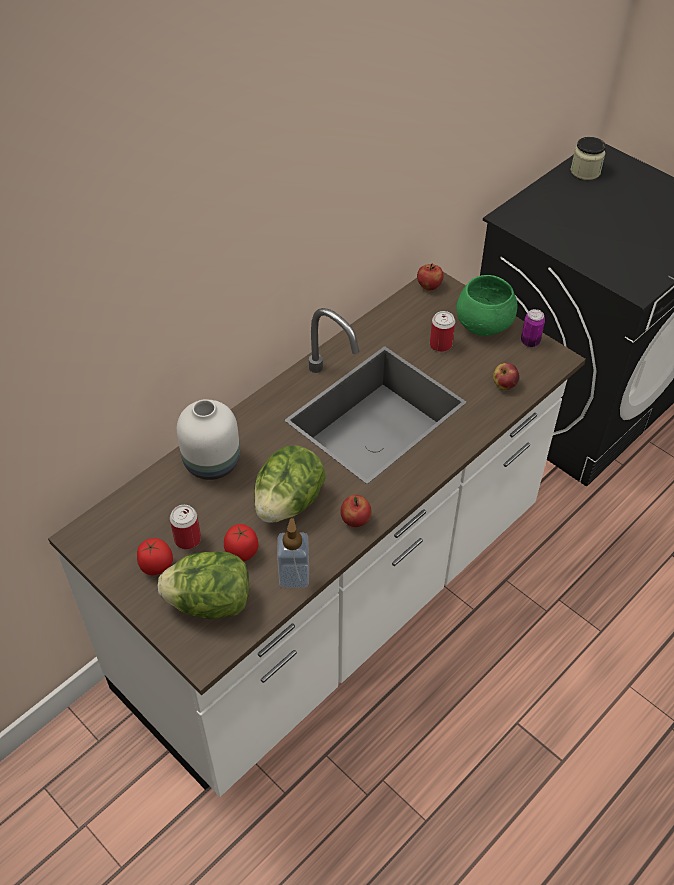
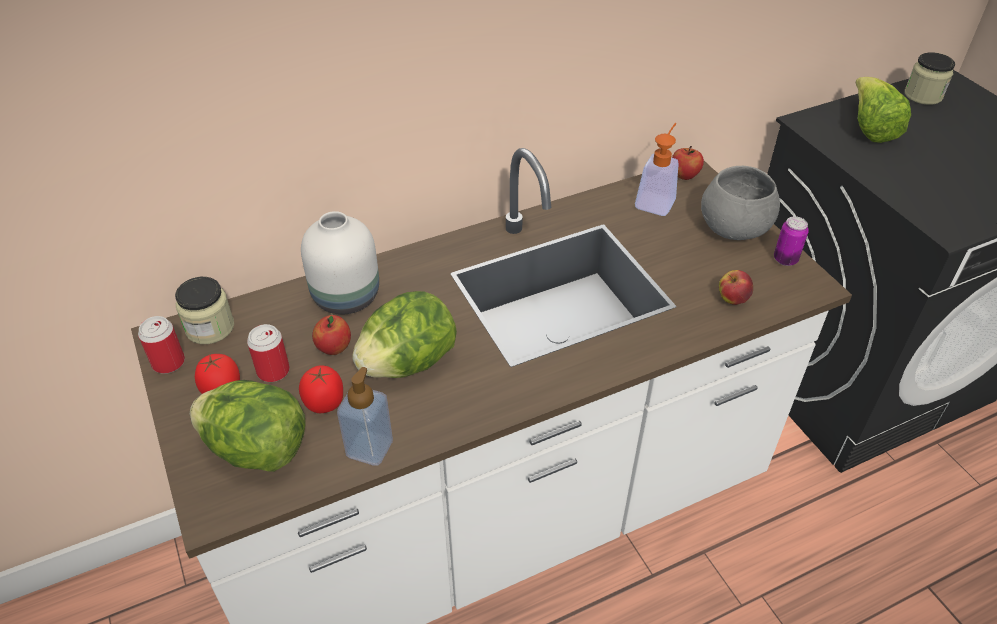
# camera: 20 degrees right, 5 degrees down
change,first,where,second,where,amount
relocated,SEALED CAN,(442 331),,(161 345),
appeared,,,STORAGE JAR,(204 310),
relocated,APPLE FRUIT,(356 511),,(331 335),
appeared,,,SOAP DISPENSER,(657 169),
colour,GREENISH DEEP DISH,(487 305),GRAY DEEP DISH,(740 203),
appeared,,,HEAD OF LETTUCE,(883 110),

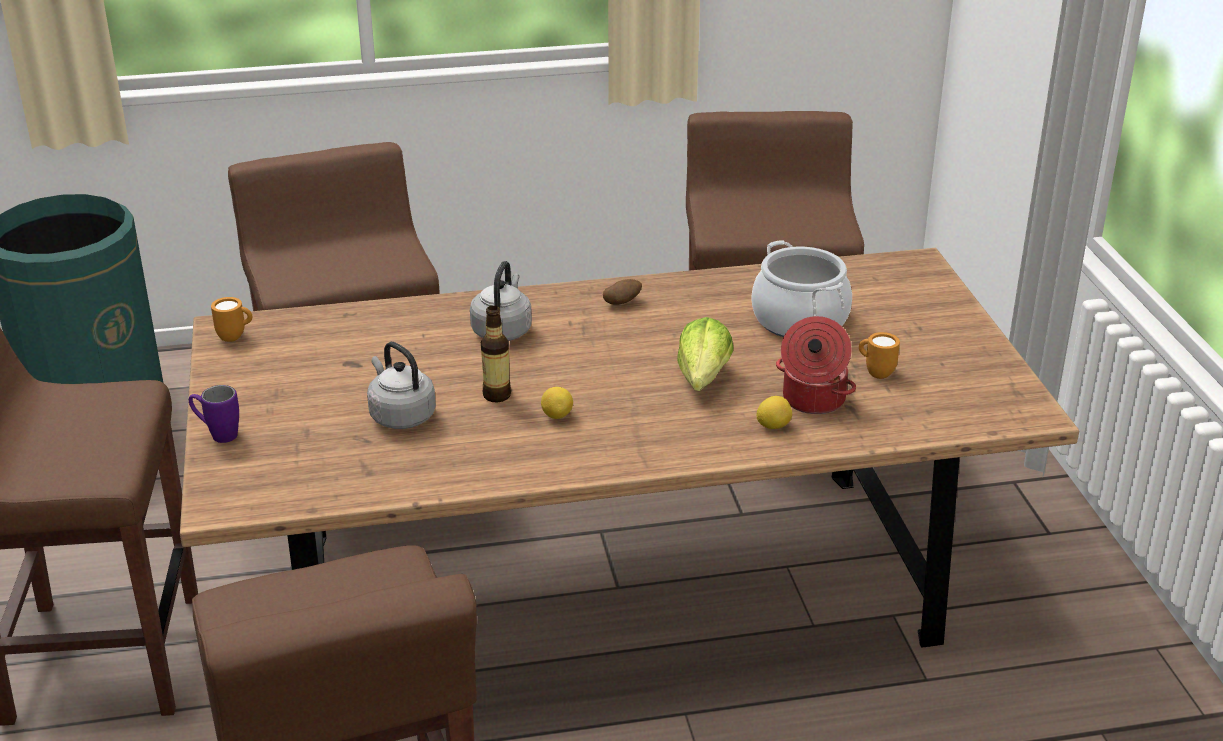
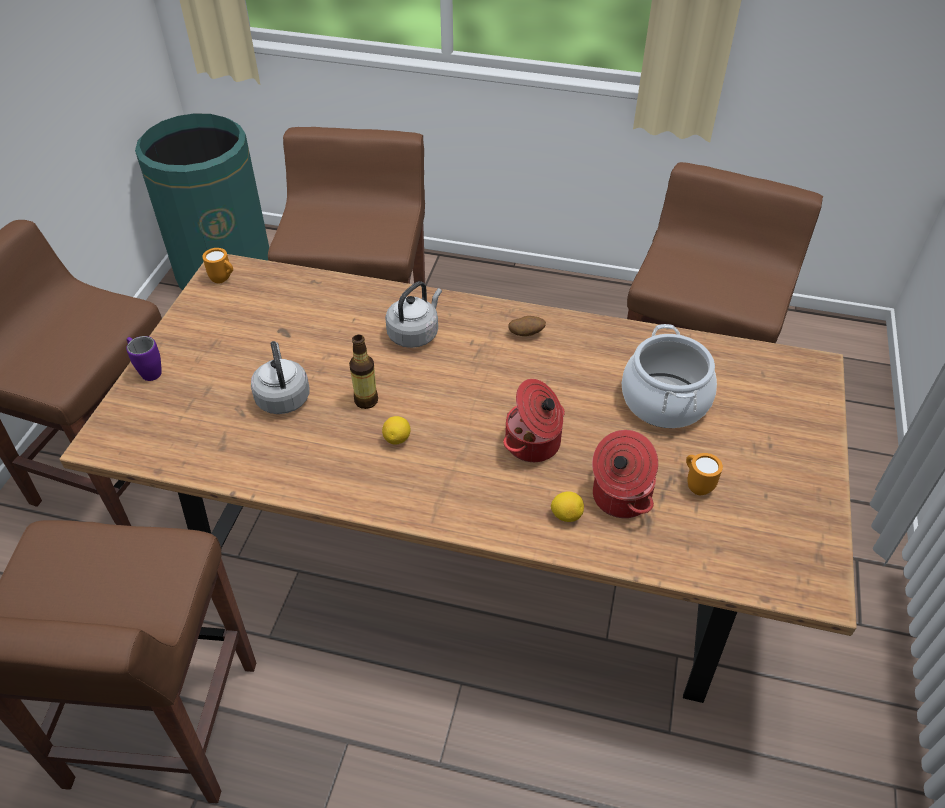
# camera: 25 degrees right, 15 degrees up
change,first,where,second,where,amount
exchanged,HEAD OF LETTUCE,(705 354),STOCKPOT,(534 420),

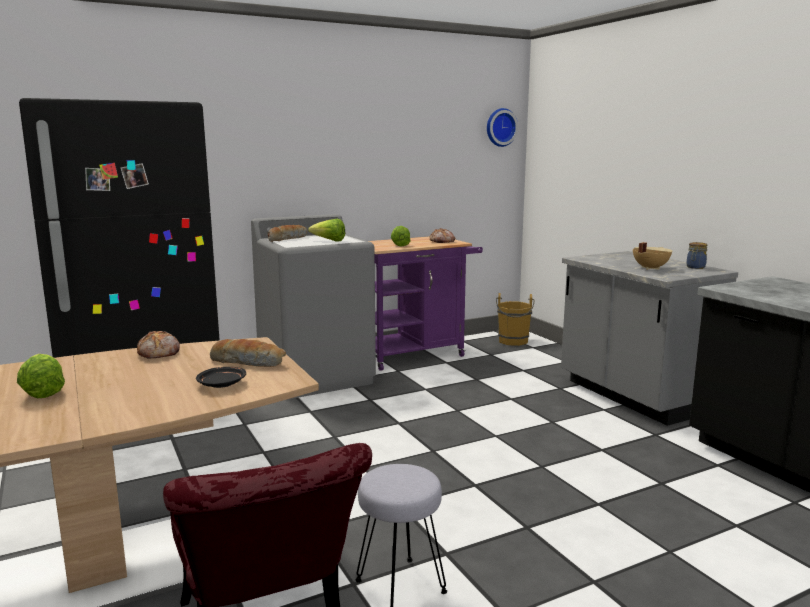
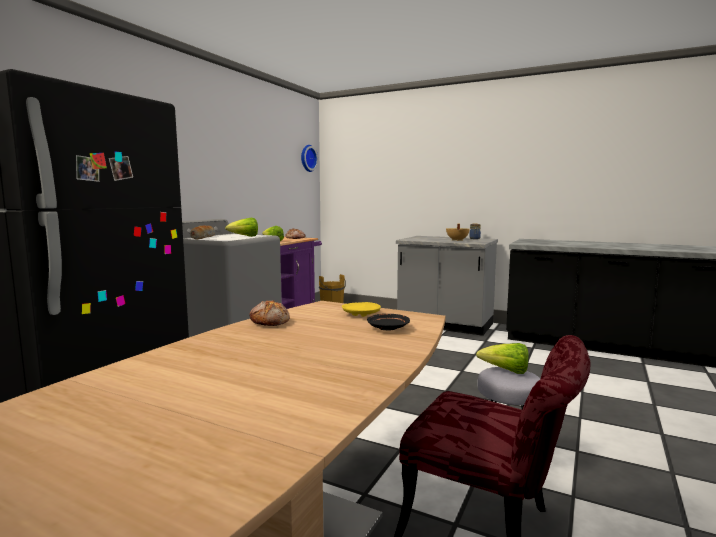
# camera: 35 degrees left, 5 degrees down
change,first,where,second,where,amount
exchanged,BAKED BREAD,(248 353),YELLOW-COLOURED DINNER PLATE,(361 309),
relocated,HEAD OF LETTUCE,(41 376),,(502 358),

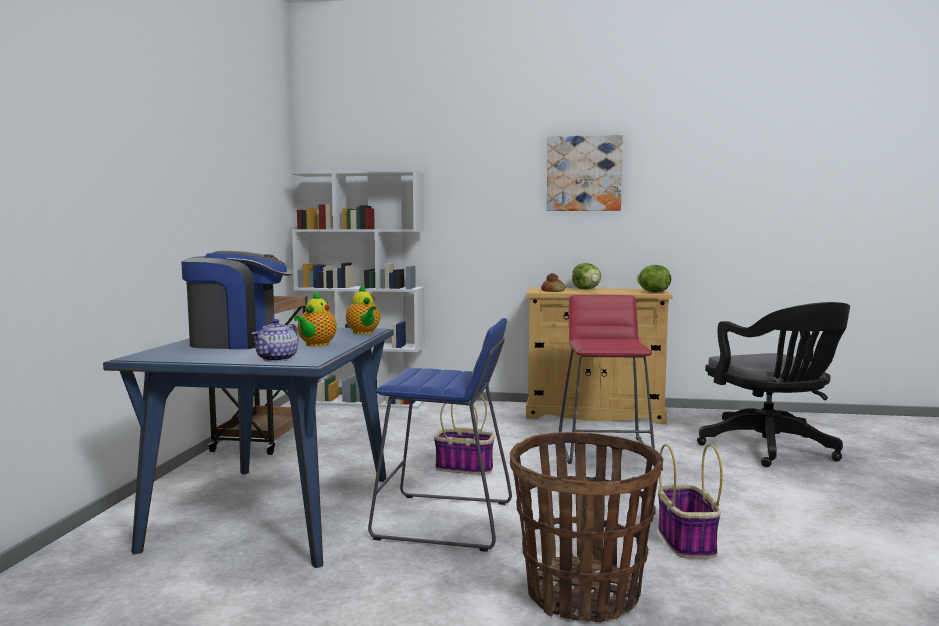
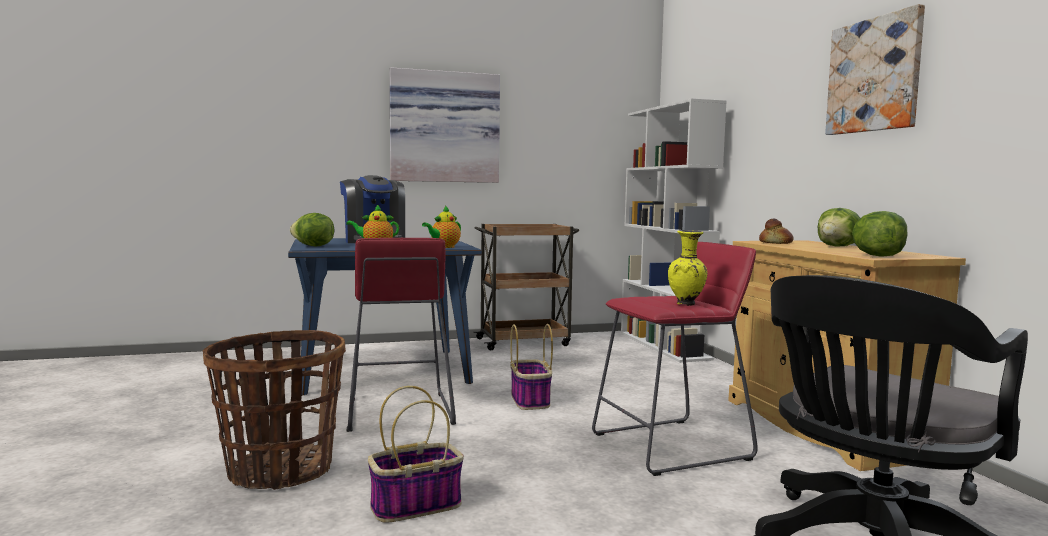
# camera: 65 degrees right, 0 degrees up
change,first,where,second,where,amount
exchanged,POT FOR TEA,(275 340),HEAD OF LETTUCE,(312 230),
colour,BLUE-COLOURED SITTING STOOL,(440 435),RED-COLOURED SITTING STOOL,(401 335),
appeared,,,WALL ART,(444 125),
appeared,,,YELLOW-COLOURED FLOWER VASE,(687 268),

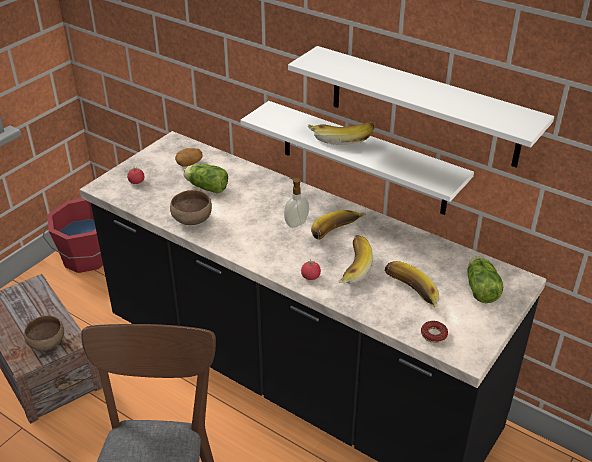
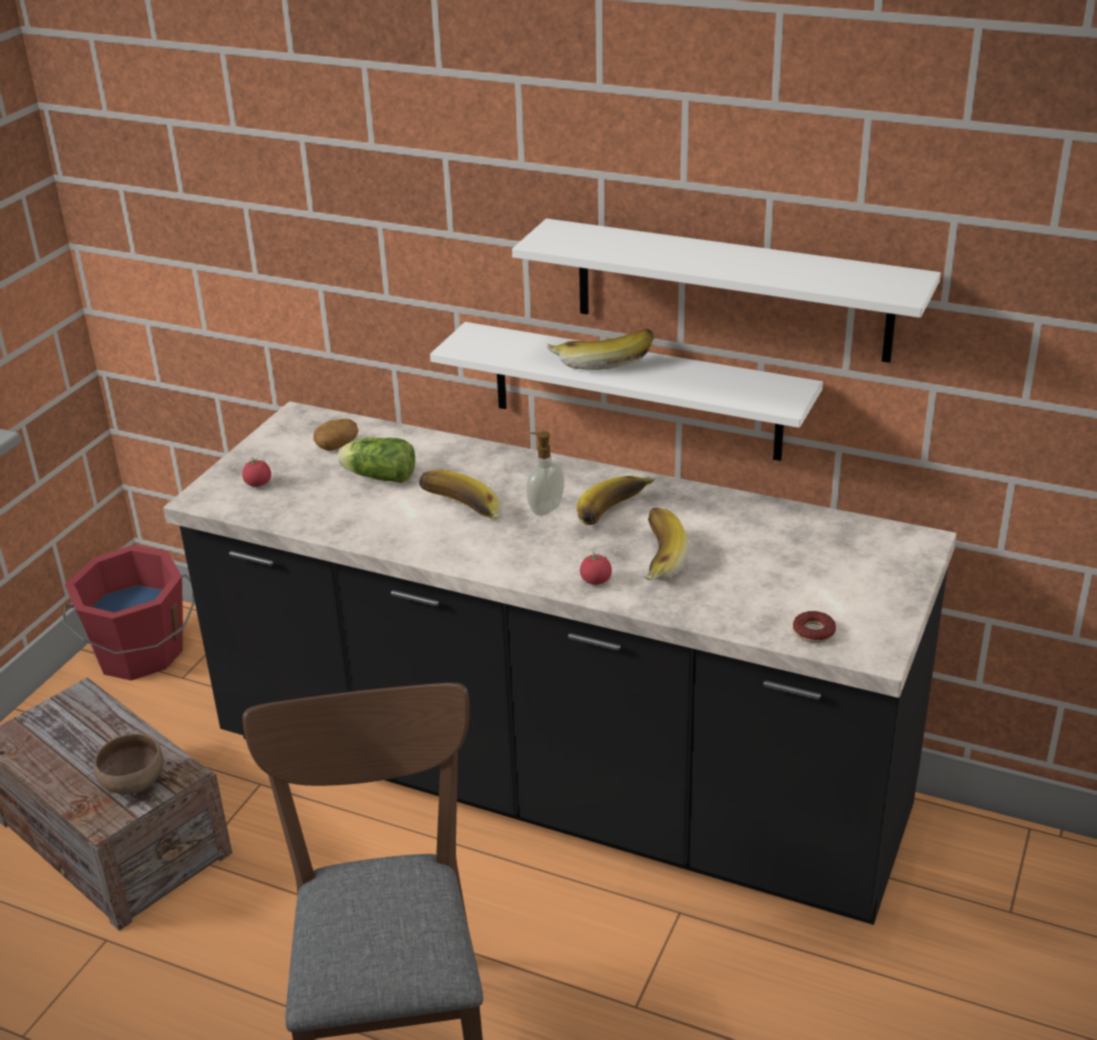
# camera: 10 degrees left, 5 degrees down
change,first,where,second,where,amount
relocated,BANANA FRUIT,(412 284),,(460 494),
missing,BROWN-COLOURED DEEP DISH,(191 207),,,
missing,HEAD OF LETTUCE,(485 279),,,

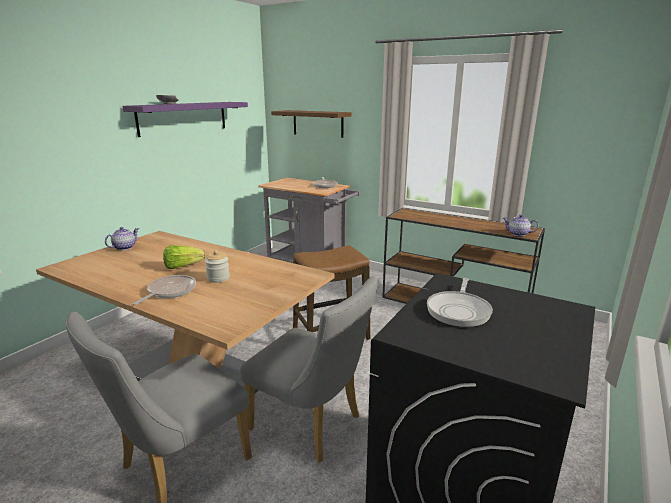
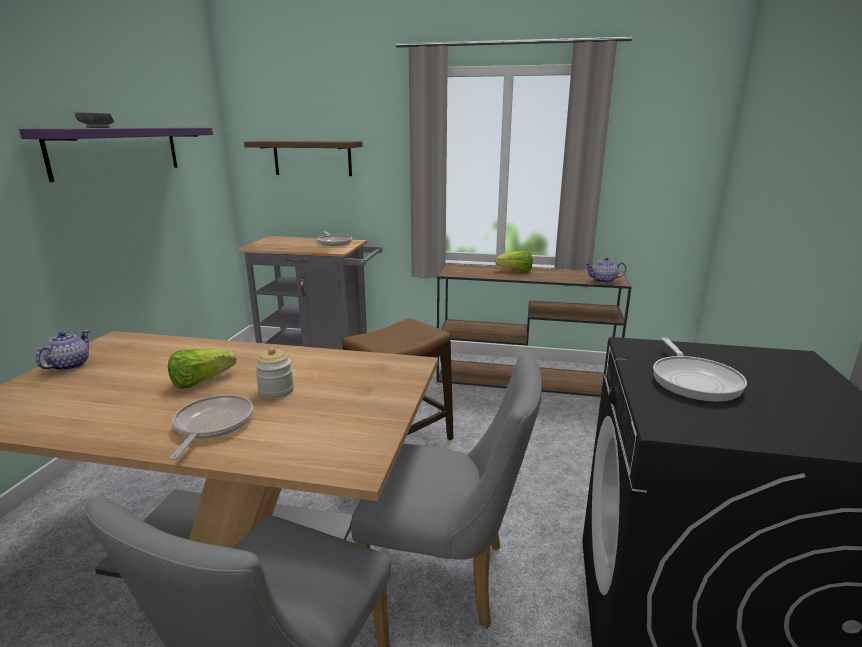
# camera: 20 degrees left, 0 degrees up
change,first,where,second,where,amount
appeared,,,HEAD OF LETTUCE,(514 261),

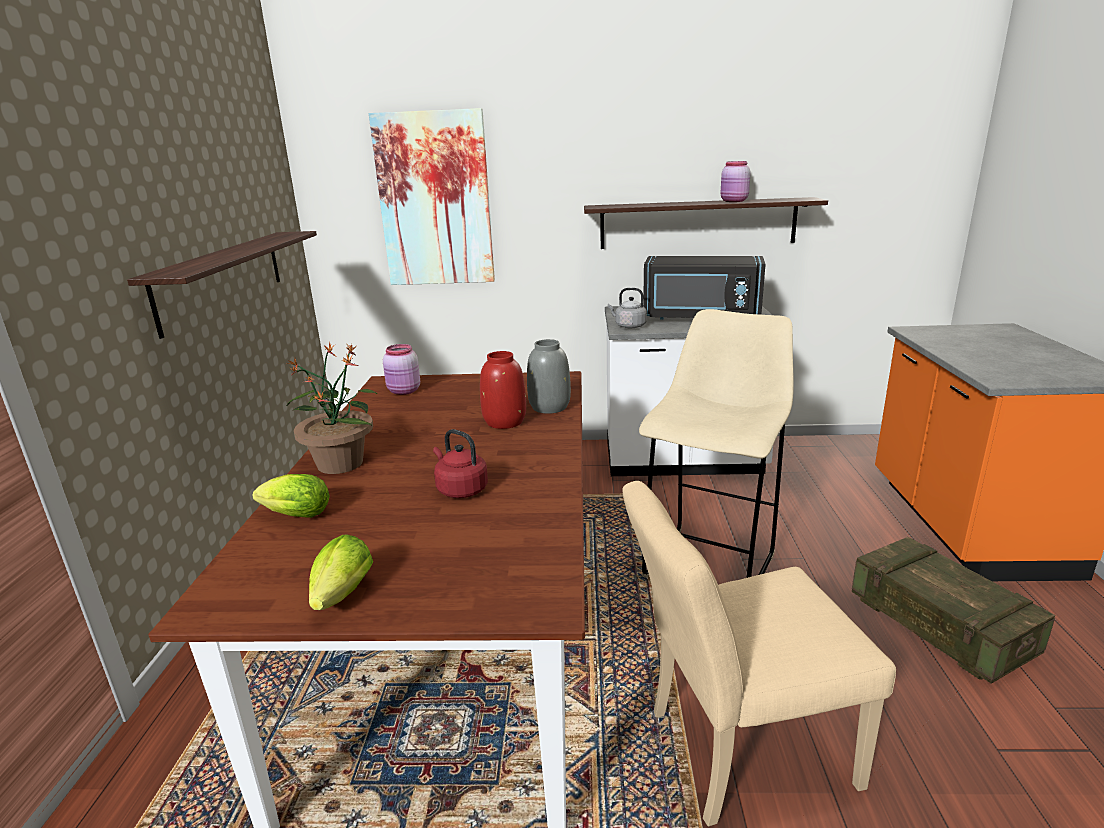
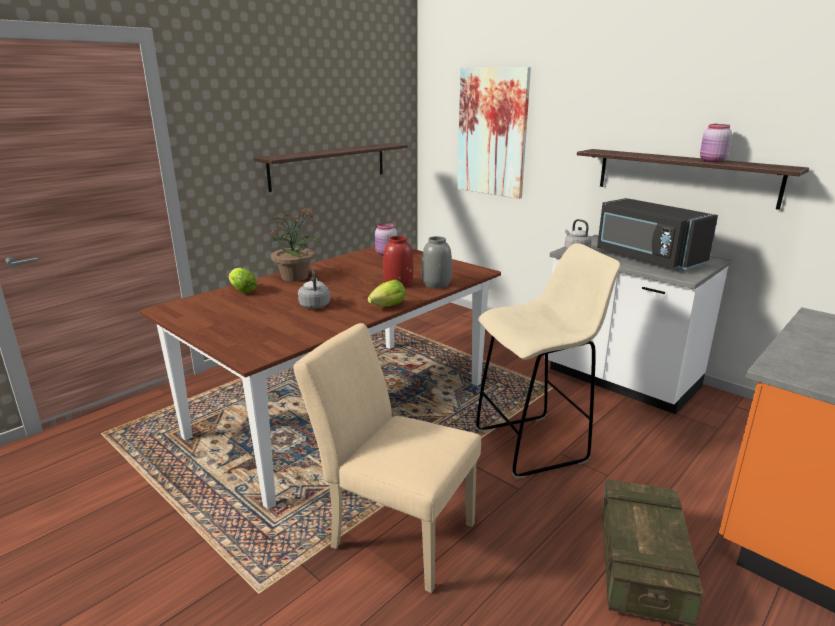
# camera: 40 degrees right, 0 degrees up
change,first,where,second,where,amount
colour,RED-COLOURED TEA KETTLE,(460 463),GRAY TEA KETTLE,(314 288),
relocated,HEAD OF LETTUCE,(341 572),,(387 293),

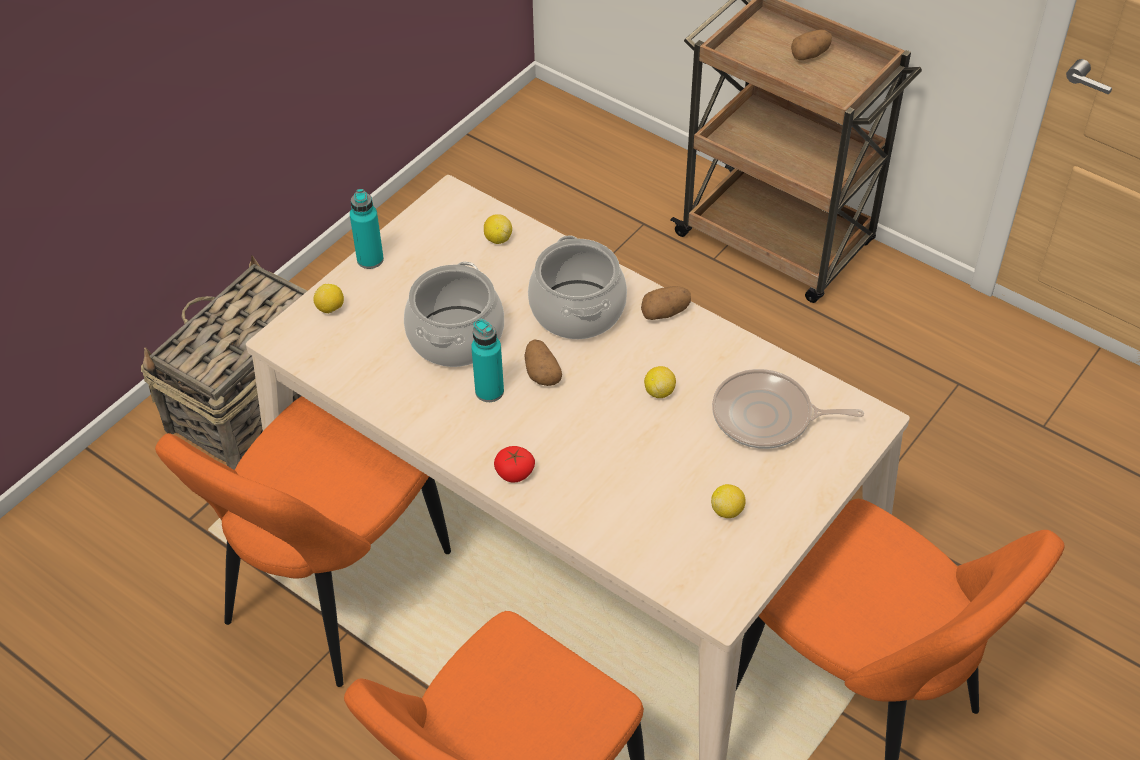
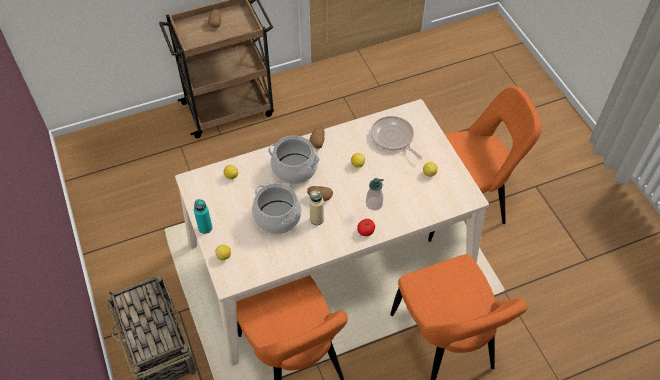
# camera: 60 degrees left, 5 degrees up
change,first,where,second,where,amount
colour,TURQUOISE DRINK BOTTLE,(487 360),SAND-COLOURED DRINK BOTTLE,(316 208),
appeared,,,SOAP DISPENSER,(375 194),
spun,PAN,(788 409),,(396 138),105 degrees clockwise

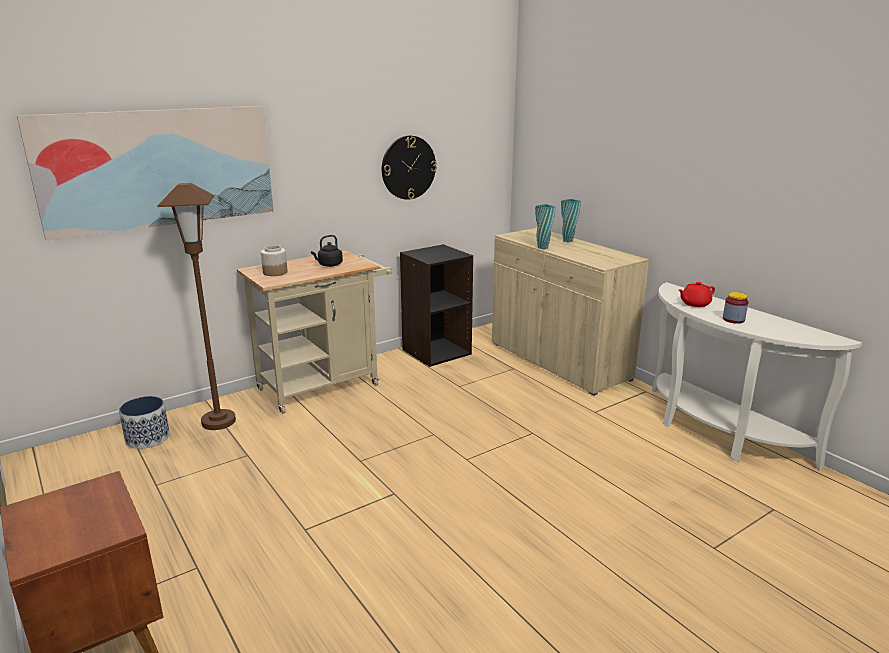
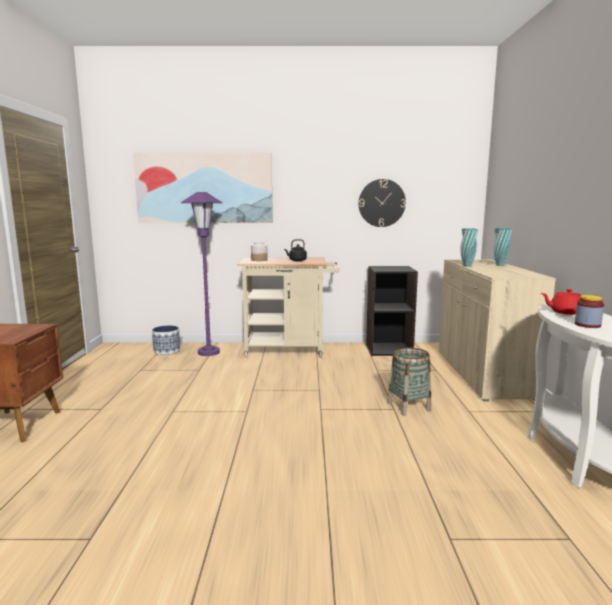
# camera: 35 degrees right, 10 degrees down
change,first,where,second,where,amount
colour,BROWN-COLOURED FLOOR LAMP,(196 306),PURPLE-COLOURED FLOOR LAMP,(201 274),
appeared,,,BASKET,(409 381),

